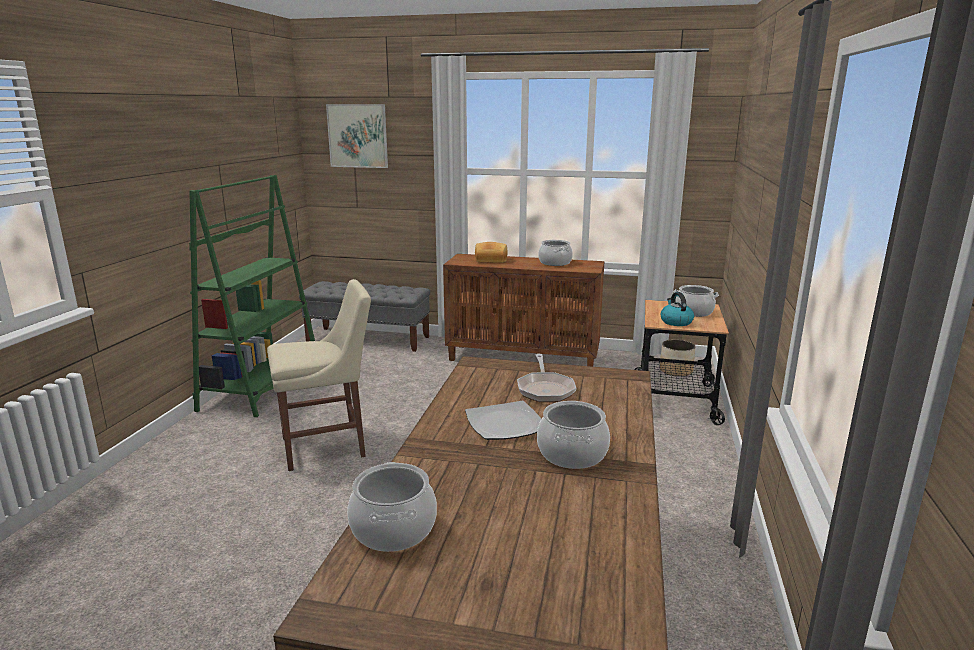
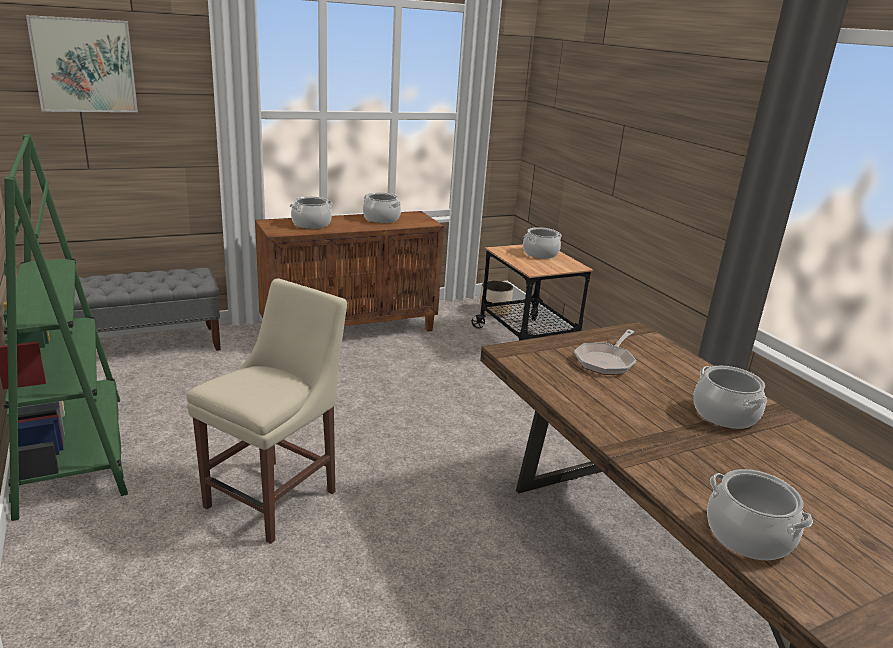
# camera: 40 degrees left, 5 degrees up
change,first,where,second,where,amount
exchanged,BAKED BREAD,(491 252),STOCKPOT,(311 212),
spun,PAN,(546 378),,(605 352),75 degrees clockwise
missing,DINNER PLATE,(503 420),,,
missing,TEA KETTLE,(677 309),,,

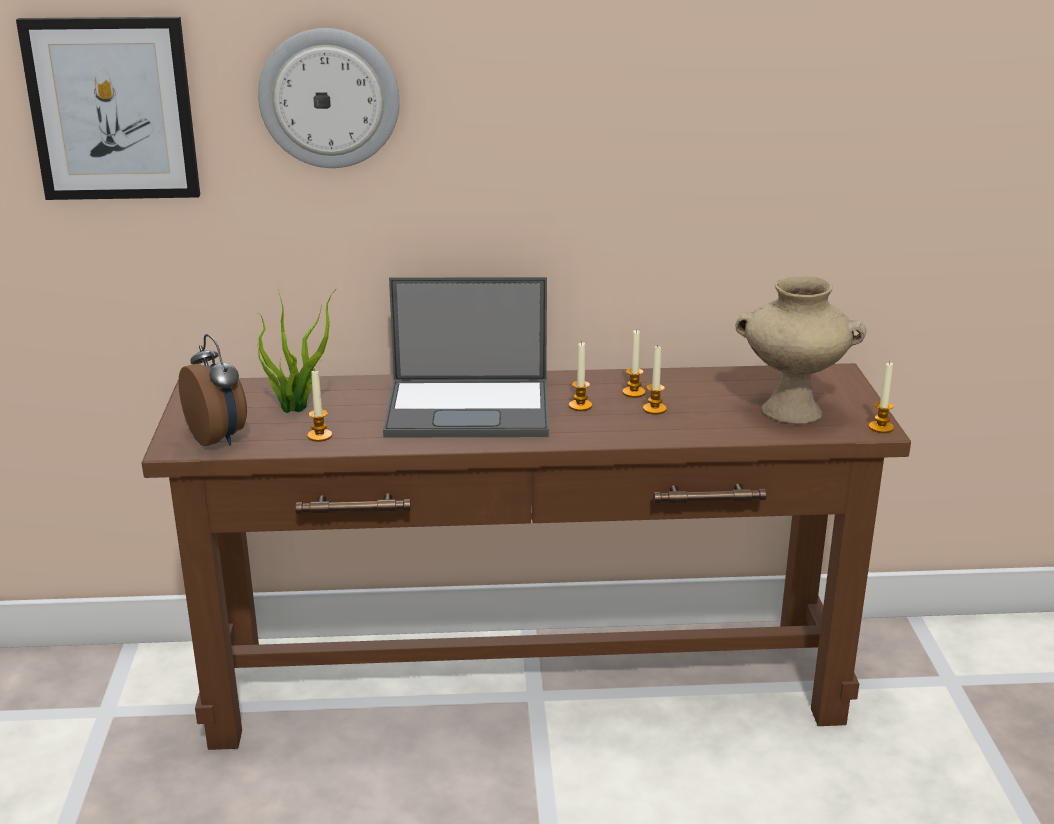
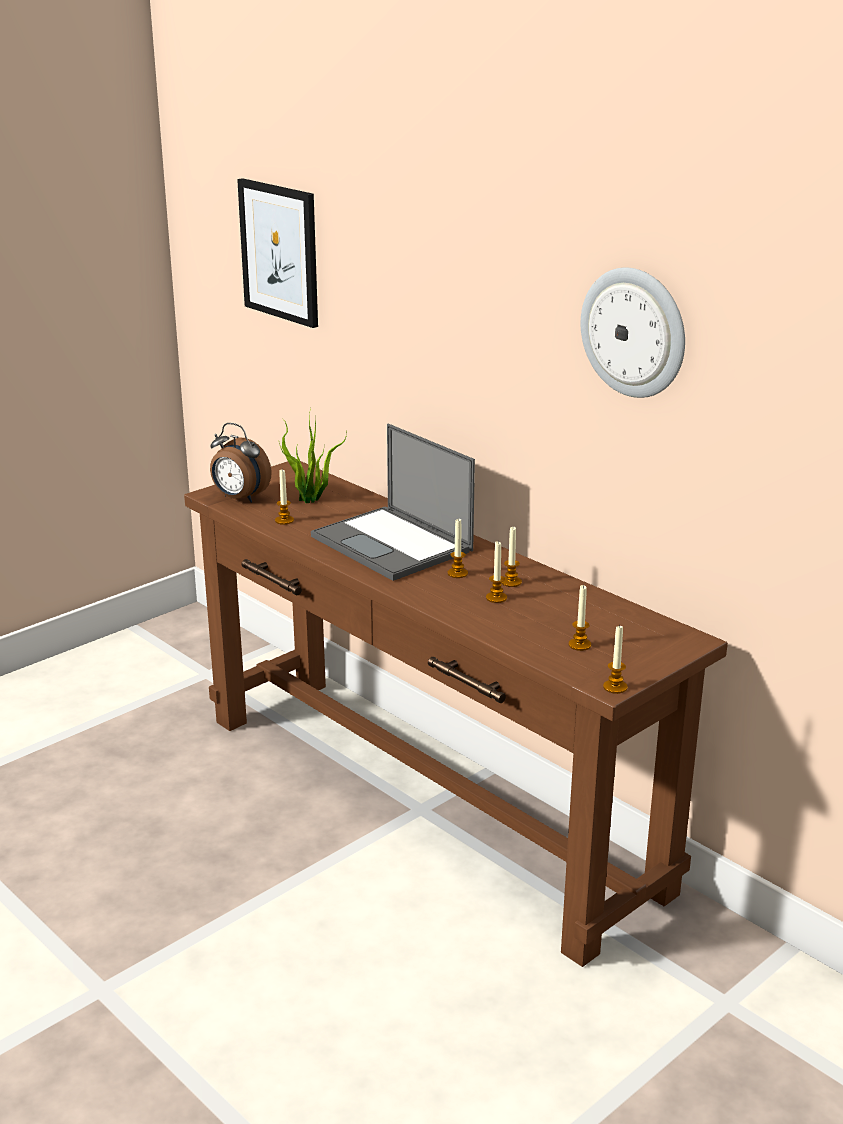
# camera: 50 degrees right, 0 degrees up
change,first,where,second,where,amount
spun,TABLE CLOCK,(212 390),,(241 463),105 degrees clockwise
exchanged,SAND-COLOURED FLOWER VASE,(801 350),WAX CANDLE,(580 618),
relocated,HANGING CLOCK,(329 98),,(633 332),

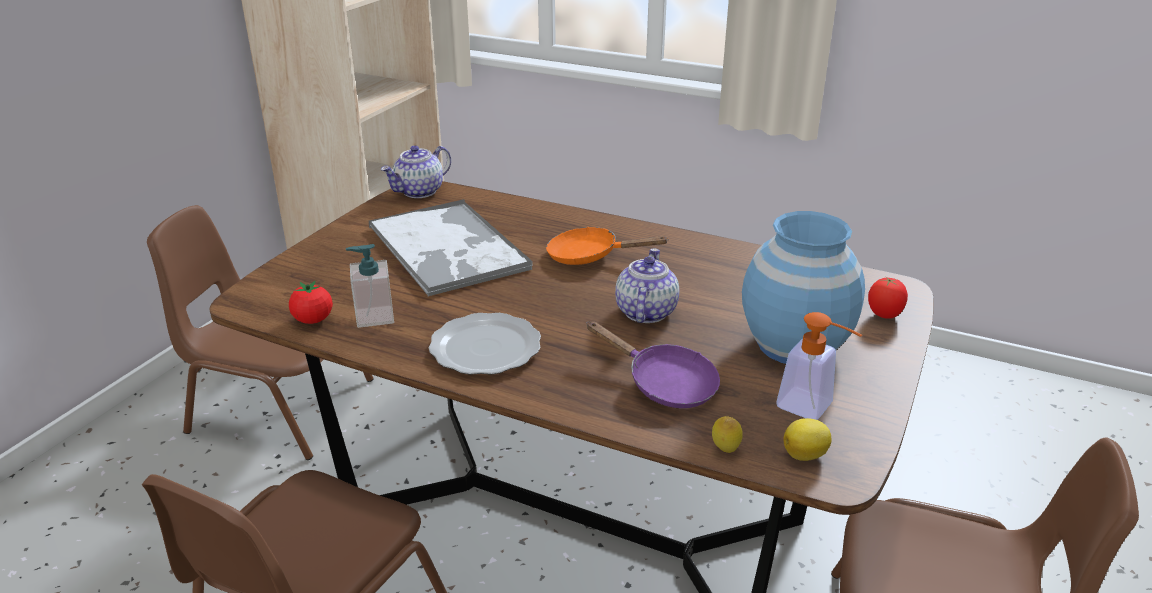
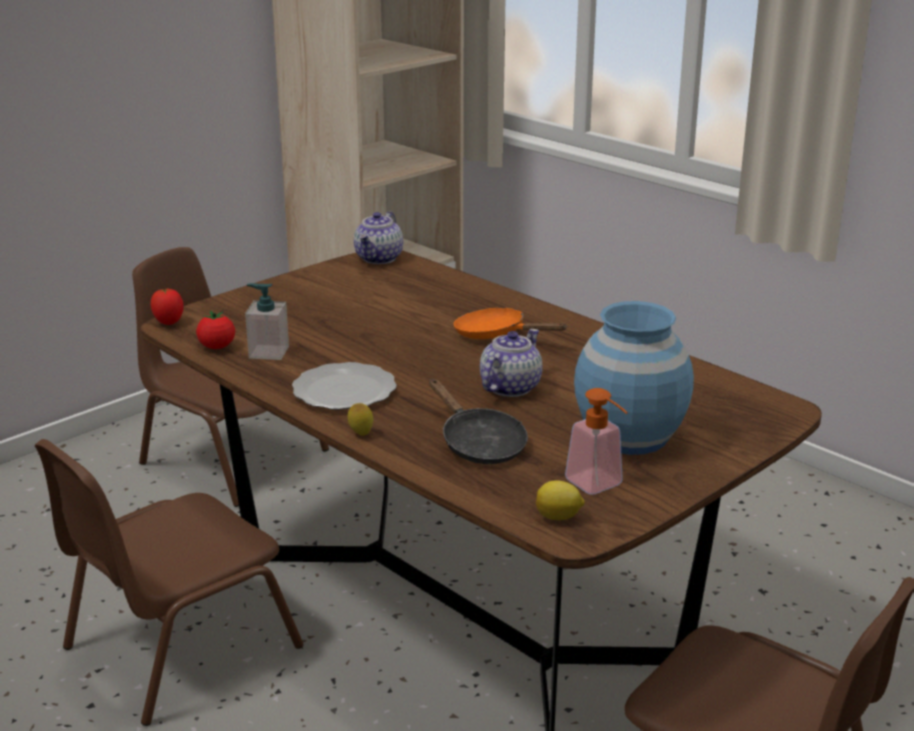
# camera: 20 degrees right, 5 degrees down
change,first,where,second,where,amount
relocated,WHOLE TOMATO,(888 297),,(167 306),
relocated,WHOLE LEMON,(727 434),,(360 419),
spun,POT FOR TEA,(415 171),,(378 237),45 degrees counterclockwise
colour,PURPLE-COLOURED PAN,(653 364),BLACK-COLOURED PAN,(478 421),
missing,CARRYING TRAY,(451 248),,,

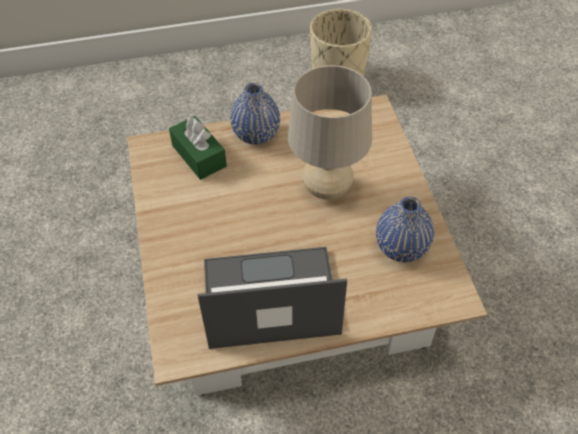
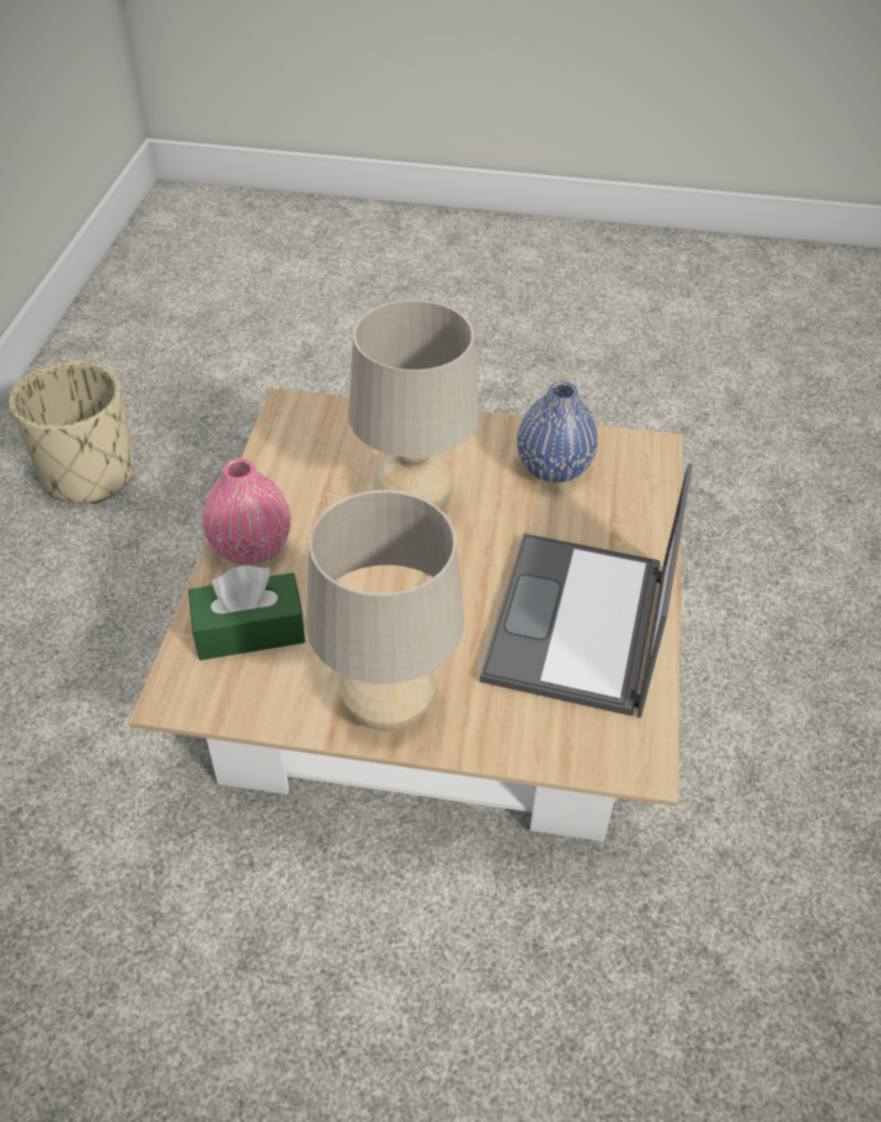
# camera: 70 degrees left, 5 degrees down
change,first,where,second,where,amount
colour,BLUE-COLOURED FLOWER VASE,(255 114),PINK-COLOURED FLOWER VASE,(246 512),
appeared,,,SAND-COLOURED TABLE LAMP,(386 610),

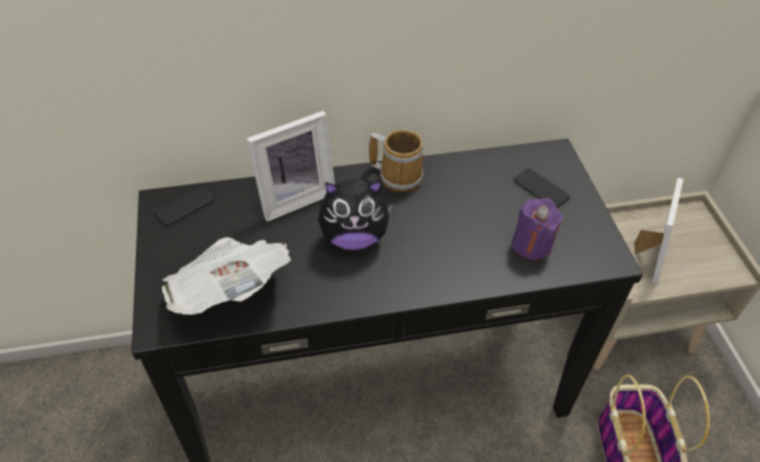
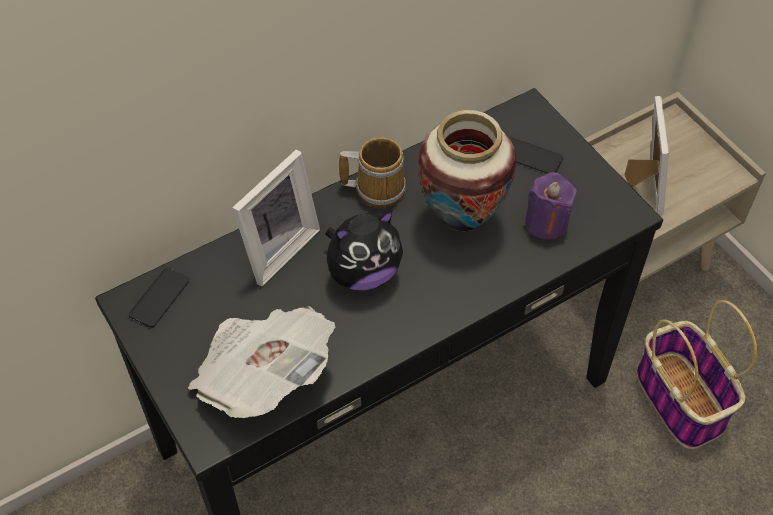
# camera: 20 degrees left, 5 degrees up
change,first,where,second,where,amount
appeared,,,FLOWER VASE,(467 170),

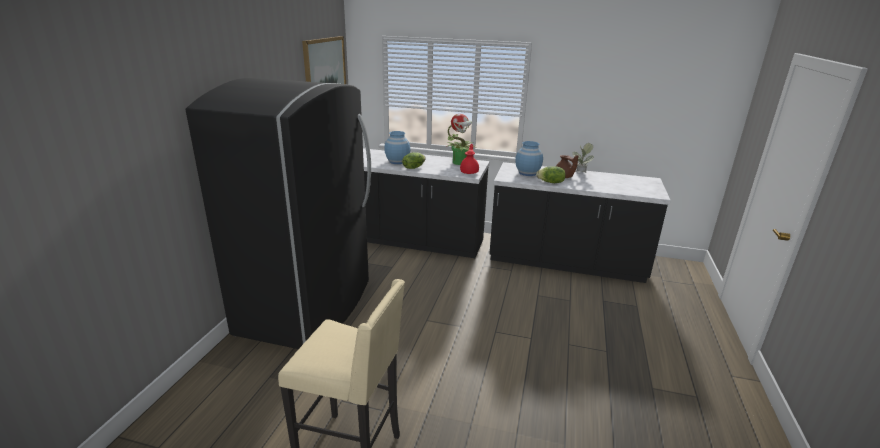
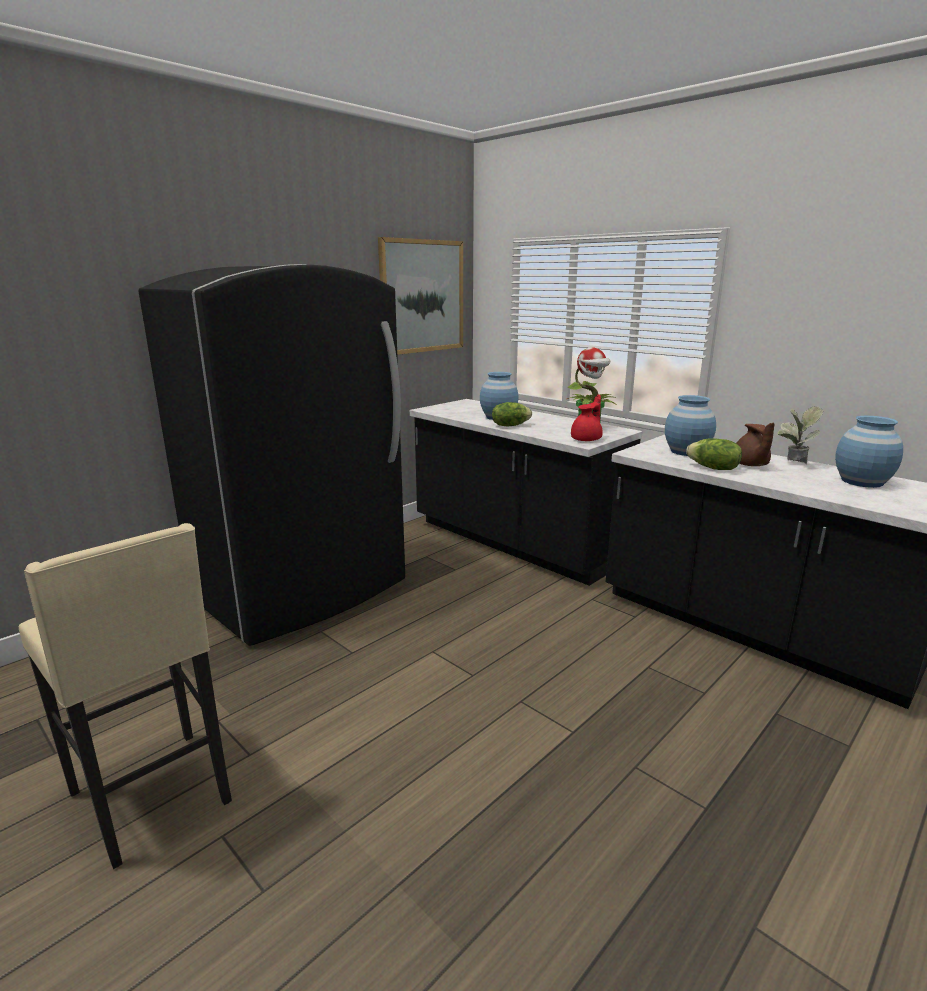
# camera: 30 degrees right, 5 degrees down
change,first,where,second,where,amount
appeared,,,BLUE-COLOURED FLOWER VASE,(869 452),

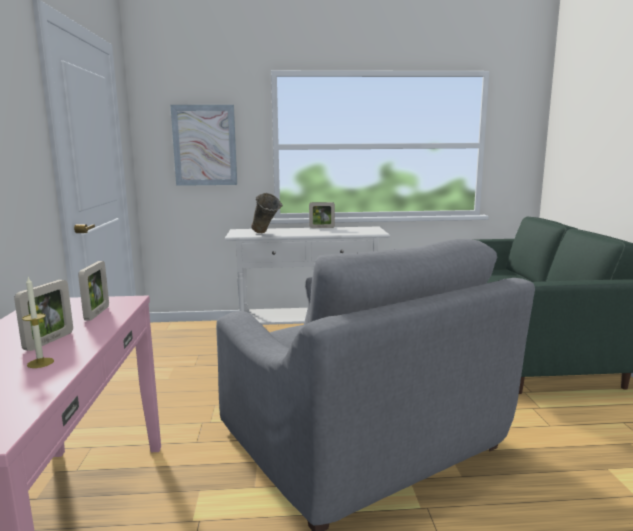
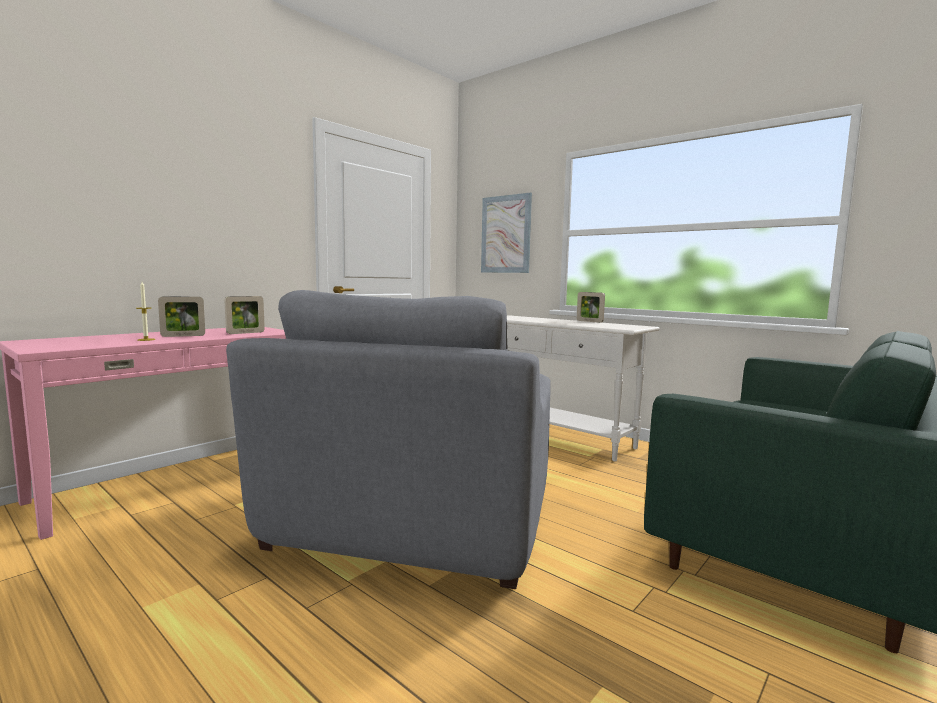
# camera: 45 degrees right, 5 degrees down
change,first,where,second,where,amount
missing,SAND-COLOURED FLOWER VASE,(267 213),,,

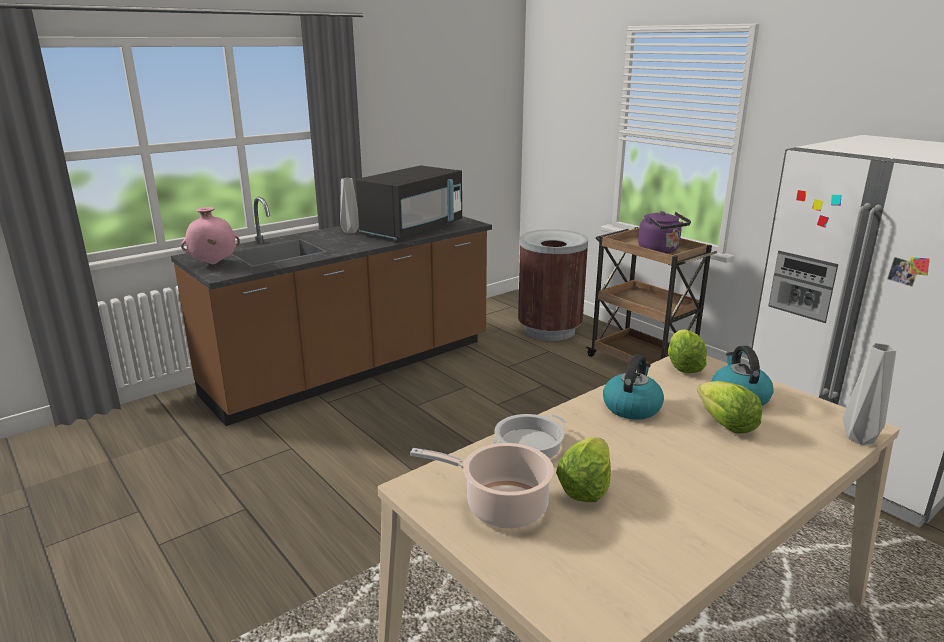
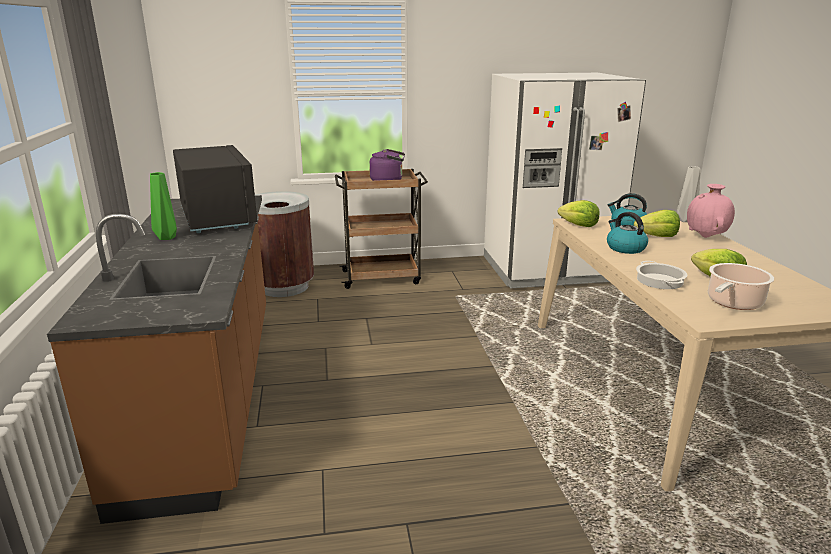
# camera: 60 degrees left, 0 degrees up
change,first,where,second,where,amount
colour,GRAY FLOWER VASE,(349 206),GREENISH FLOWER VASE,(163 206),
relocated,PINK-COLOURED FLOWER VASE,(210 235),,(711 211),

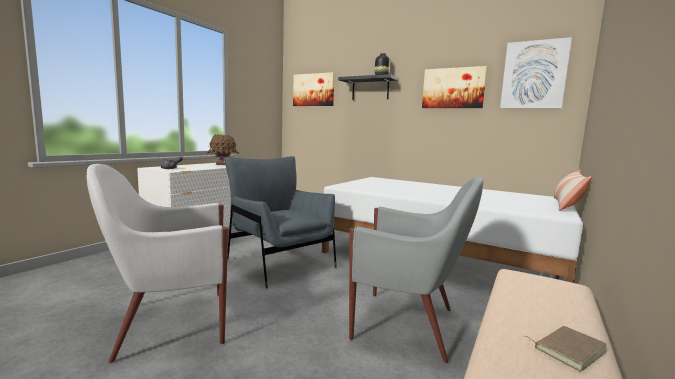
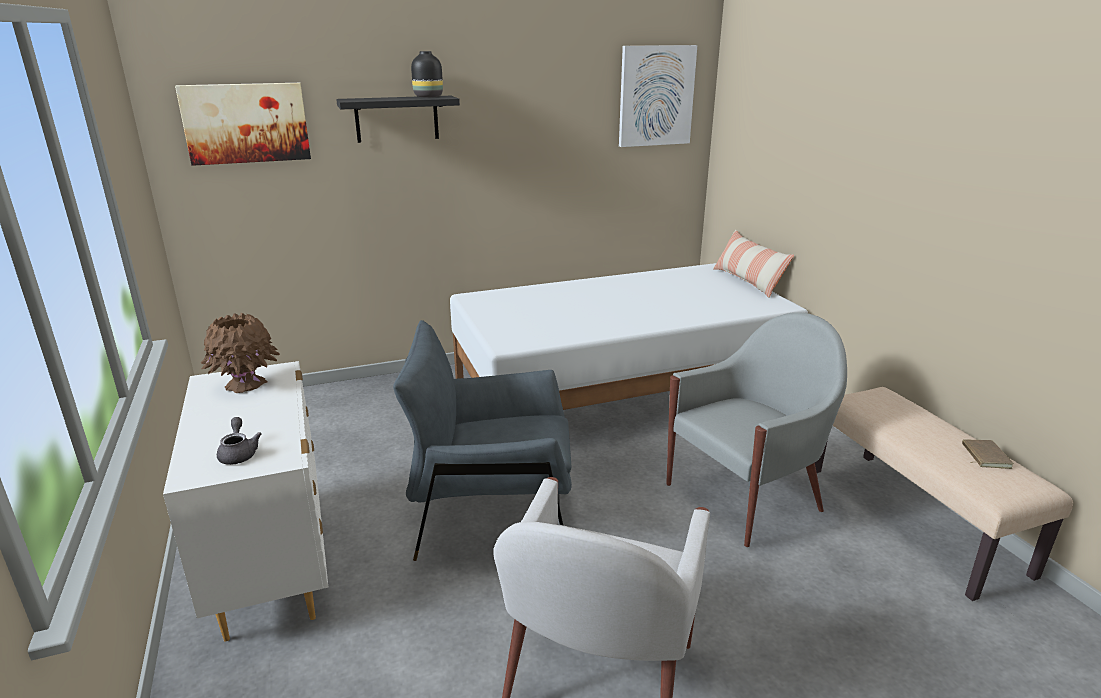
# camera: 50 degrees left, 15 degrees up
change,first,where,second,where,amount
missing,WALL ART,(454 87),,,

